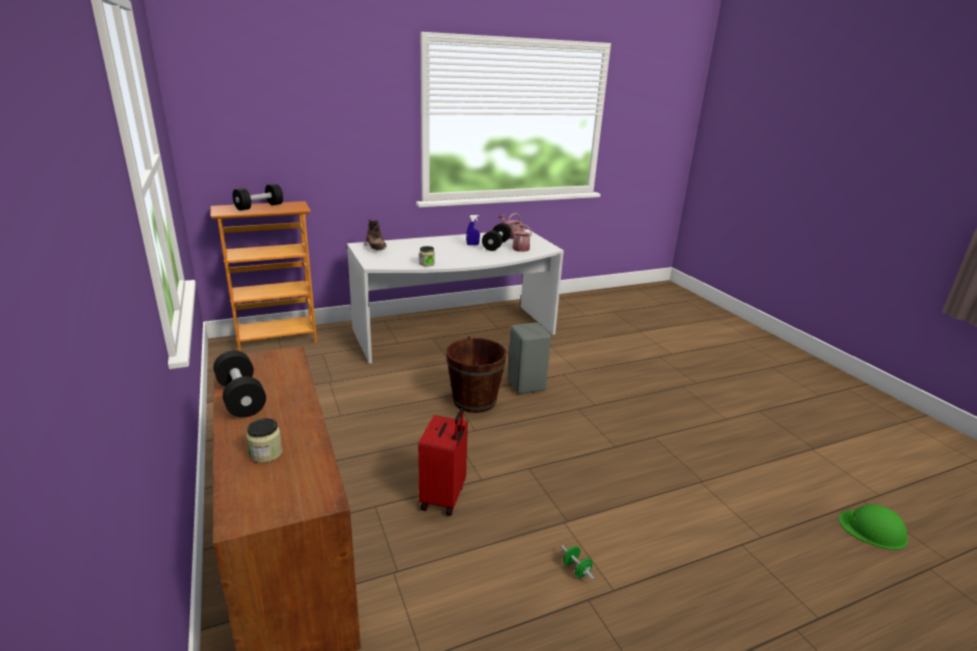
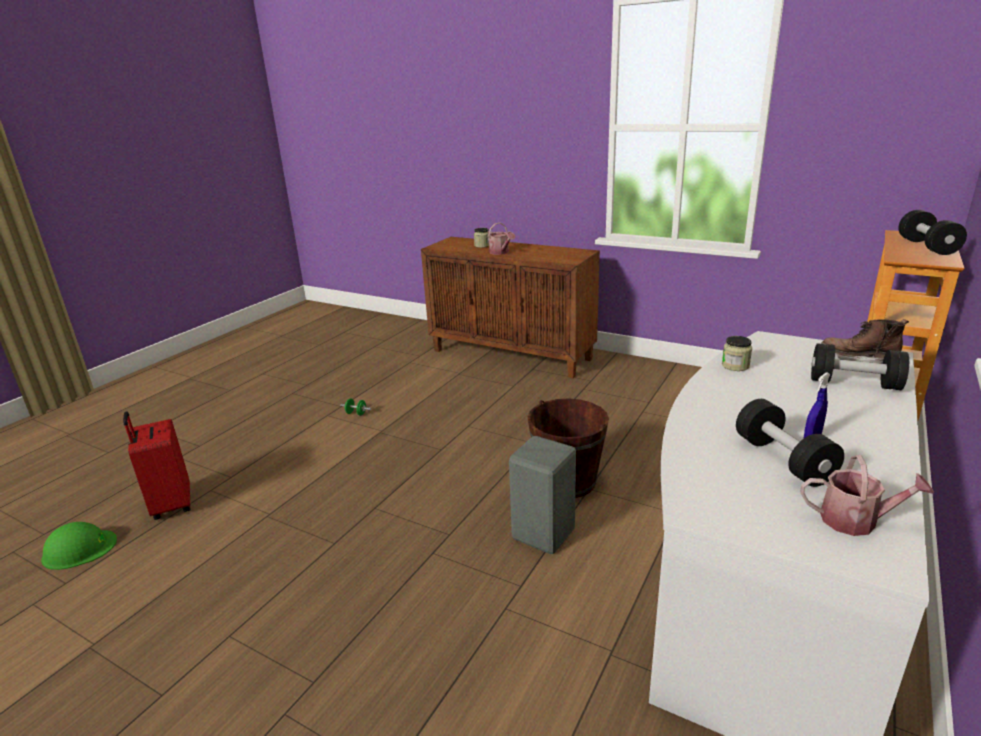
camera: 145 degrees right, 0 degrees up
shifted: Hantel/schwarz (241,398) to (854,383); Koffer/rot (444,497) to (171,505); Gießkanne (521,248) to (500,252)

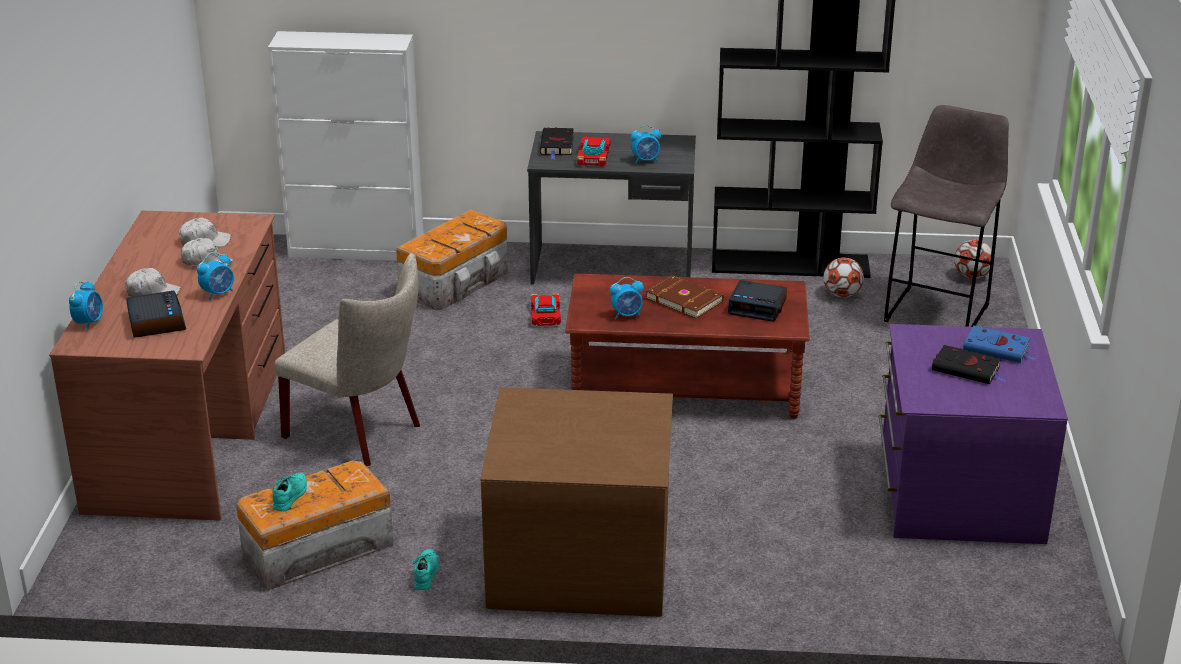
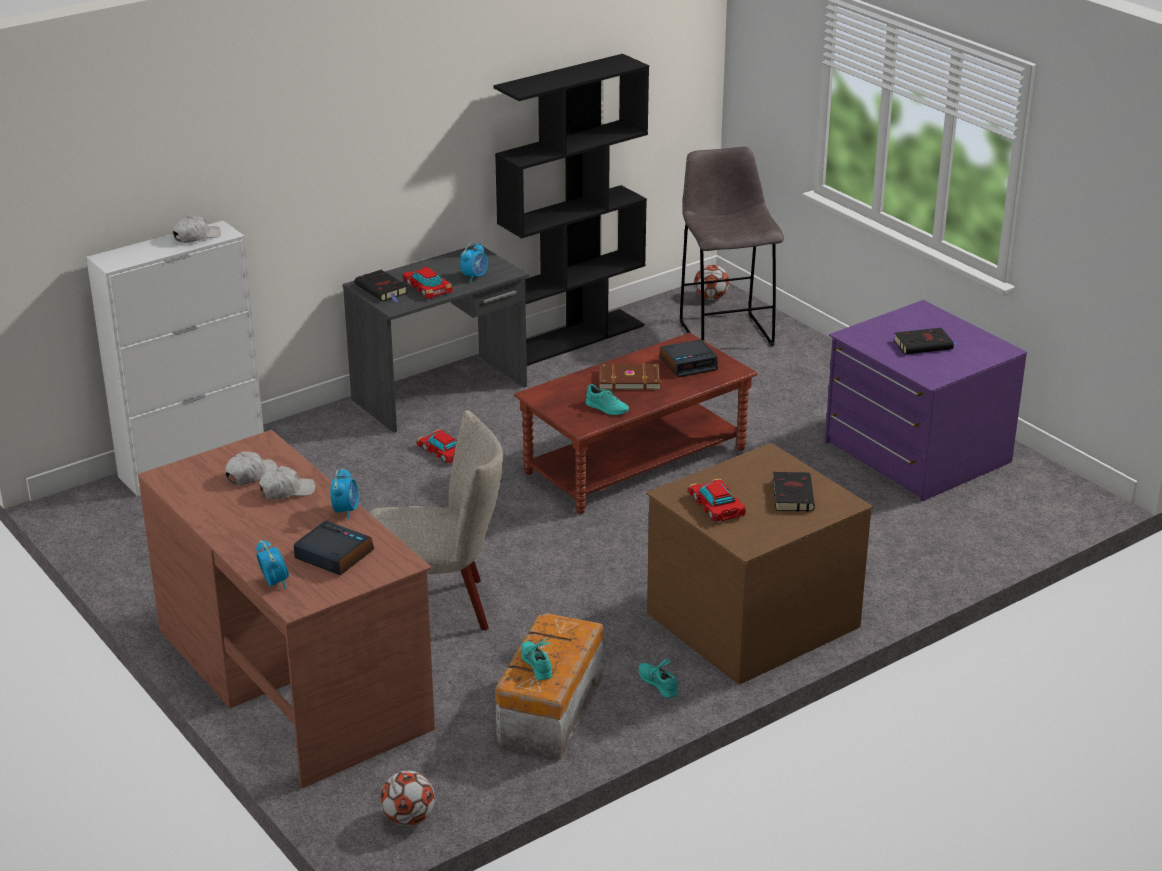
camera: 40 degrees left, 0 degrees up
gone: Aufbewahrungsbox (457,282); Buch/blau (998,349)
new: Spielzeugauto (716,506); Buch/schwarz (792,494)
shifted: Kappe/weiß (153,293) to (196,237); Fußball (842,295) to (409,818)
swapped: Wecker (627,315) to Schuh/türkis (607,408)

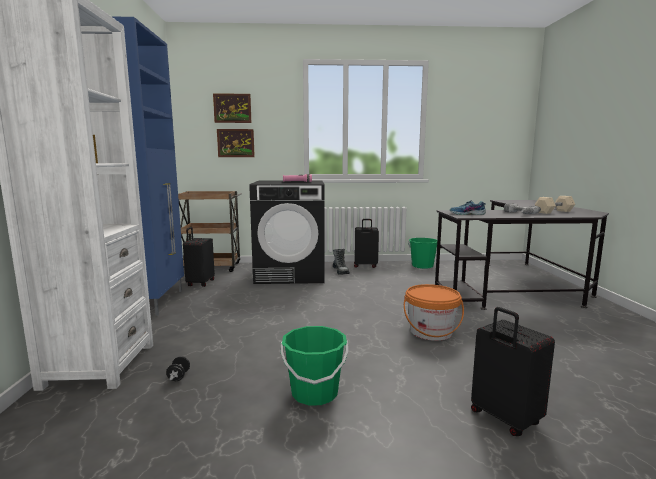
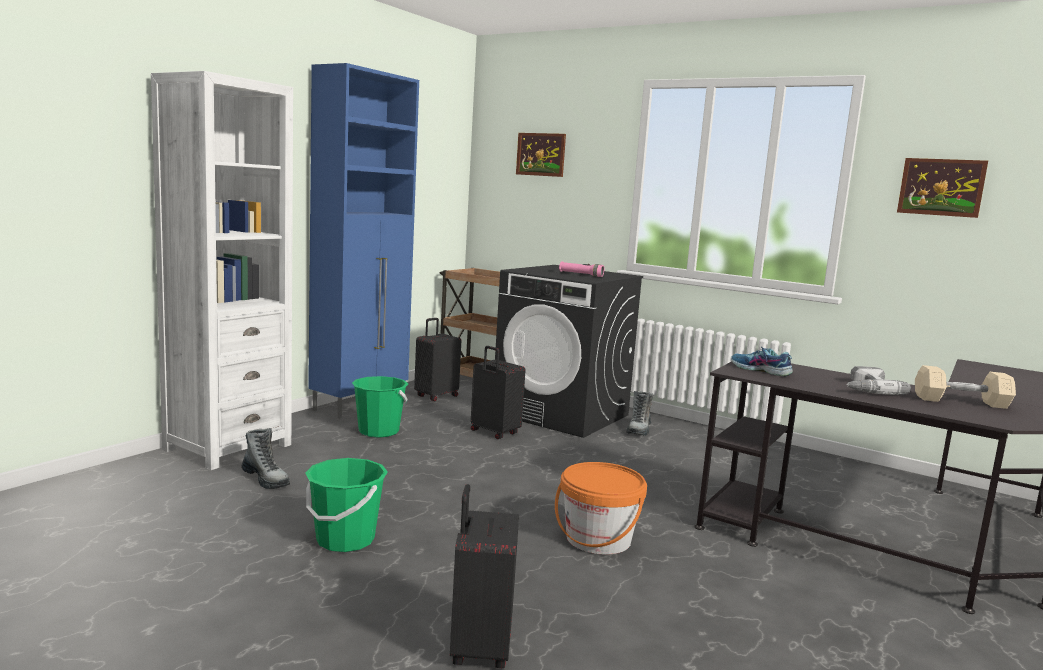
camera: 35 degrees right, 0 degrees up
shifted: Bild (235,143) to (941,187); Koffer/schwarz (365,266) to (494,433); Eimer/grün (422,266) to (379,431)
swapped: Hantel/schwarz (179,376) to Stiefel (266,479)

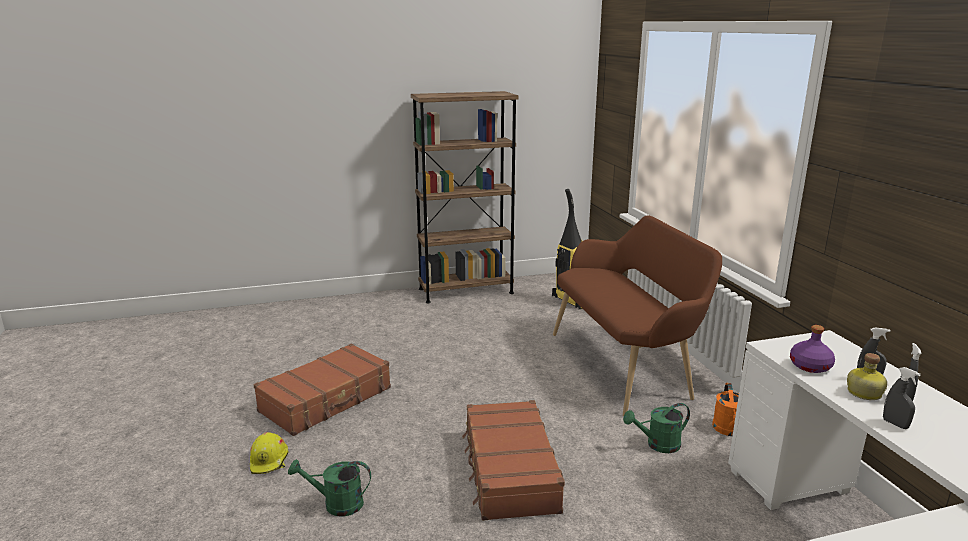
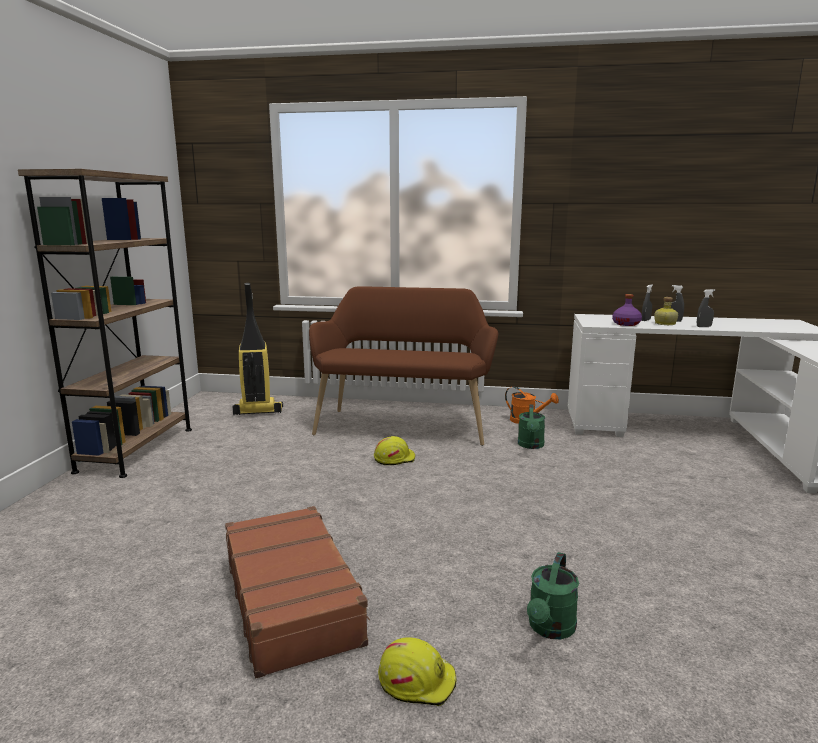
camera: 65 degrees left, 5 degrees down
gone: Koffer/braun (509,471)
new: Schutzhelm/gelb (394,458)

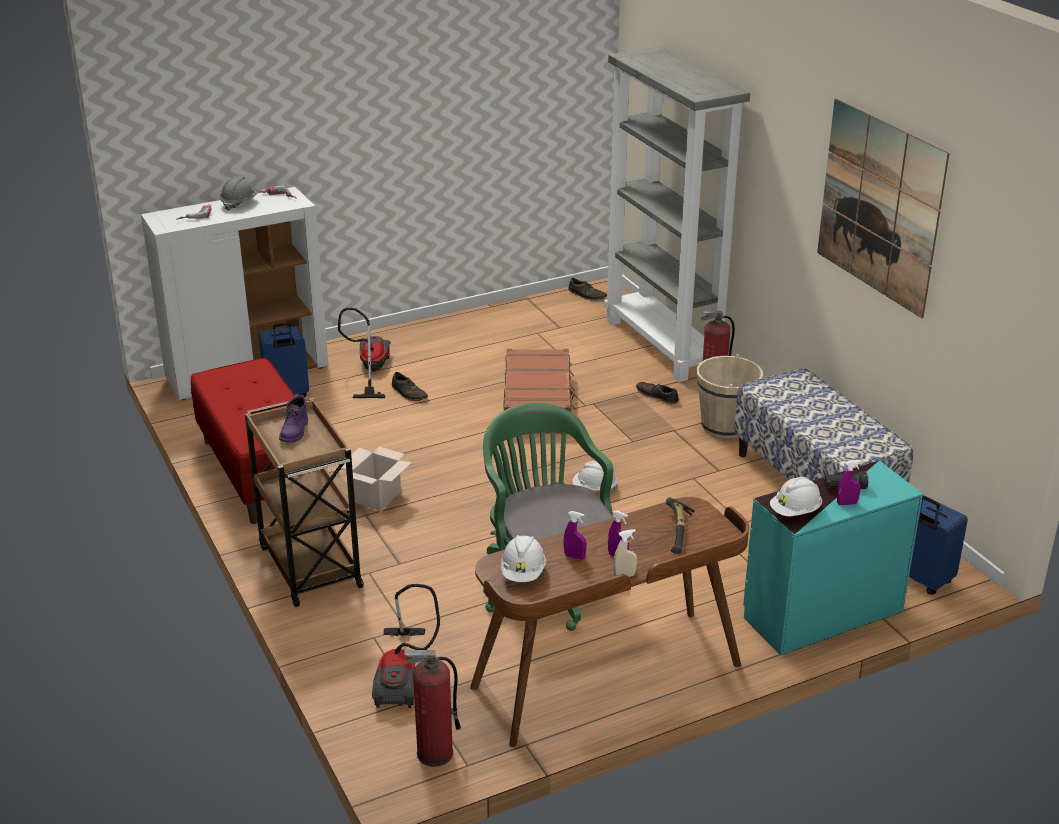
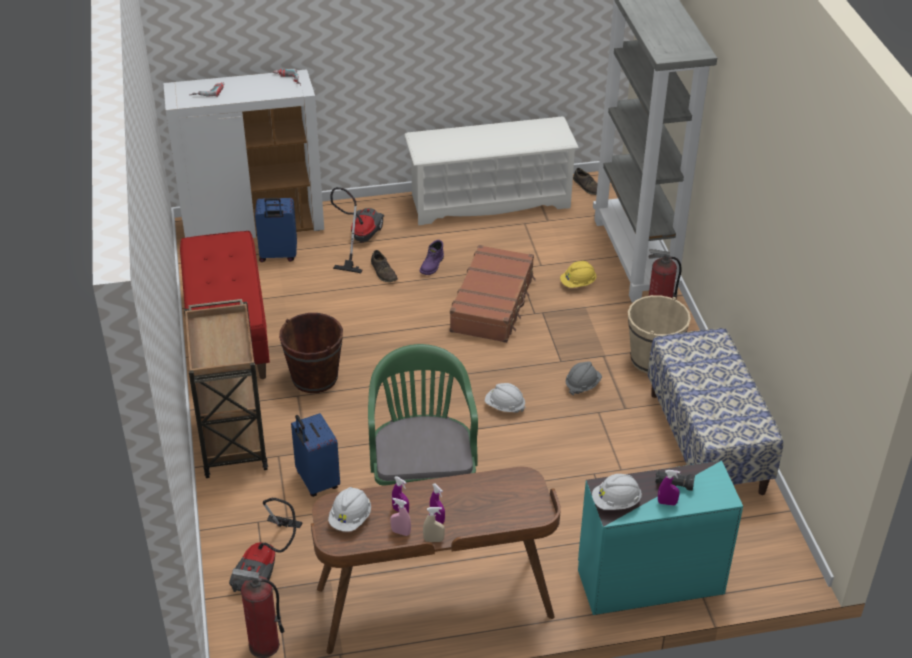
camera: 15 degrees right, 10 degrees up
gone: Schuh/braun (657,396); Hammer (679,532); Bild (880,206)
new: Sprühflasche/rosa (400,532); Schuhregal/weiß (489,201); Schutzhelm/gelb (578,283)
shifted: Schutzhelm/grau (239,204) to (582,385); Stiefel/lila (295,431) to (432,265); Koffer/blau (922,580) to (316,481)
swapped: Karton (377,496) to Eimer/braun (314,377)

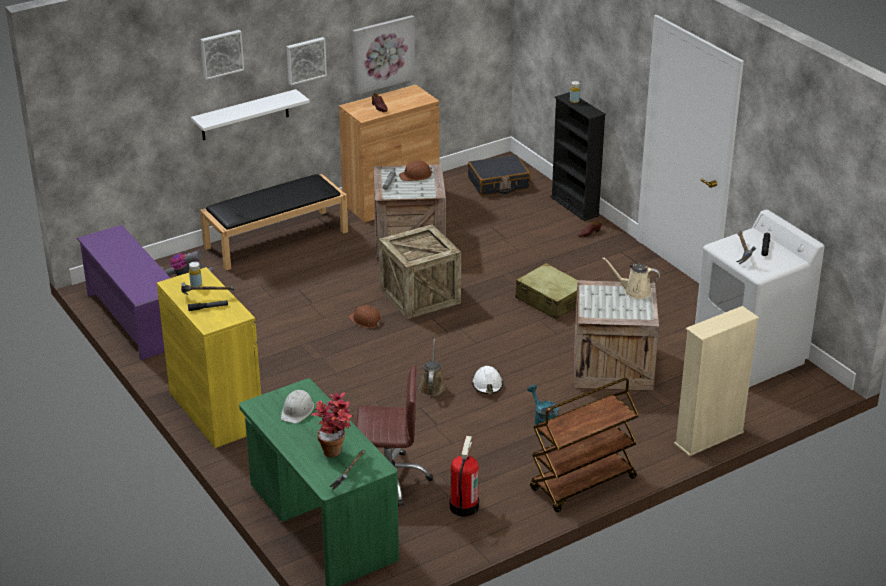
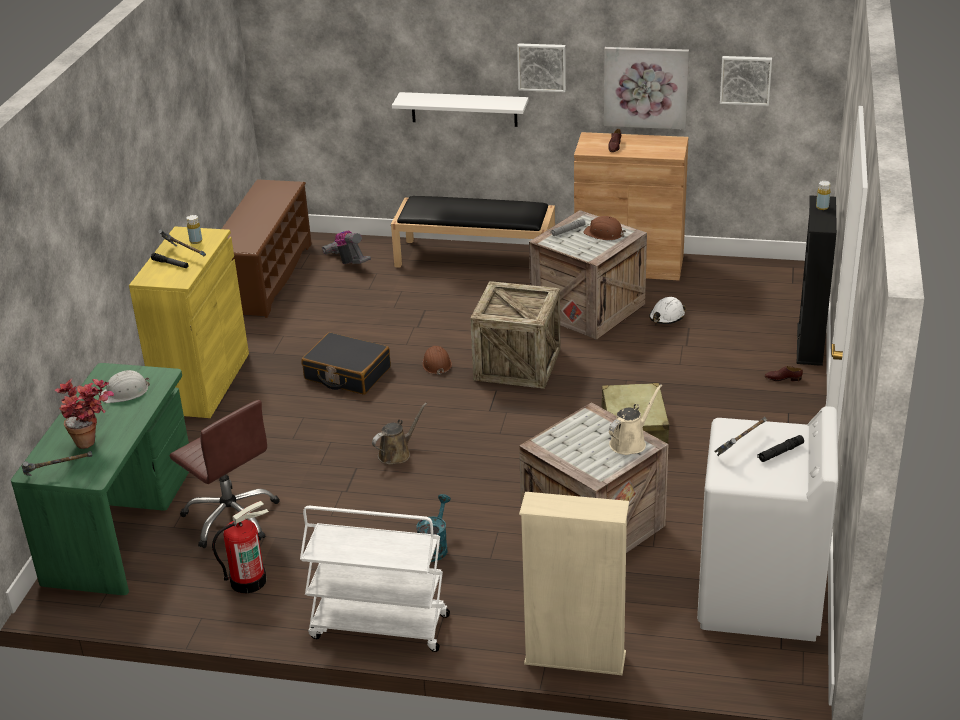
camera: 45 degrees right, 0 degrees up
shifted: Bild (221,53) to (745,79); Koffer/schwarz (498,183) to (347,374); Schutzhelm/weiß (487,385) to (666,317)
repainted: Schuhregal/lila (135,319) to Schuhregal/braun (266,277); Rollwagen/braun (583,484) to Rollwagen/weiß (378,627)
rotated: Gießkanne/beige (634,291) = (630,442) 75 degrees clockwise

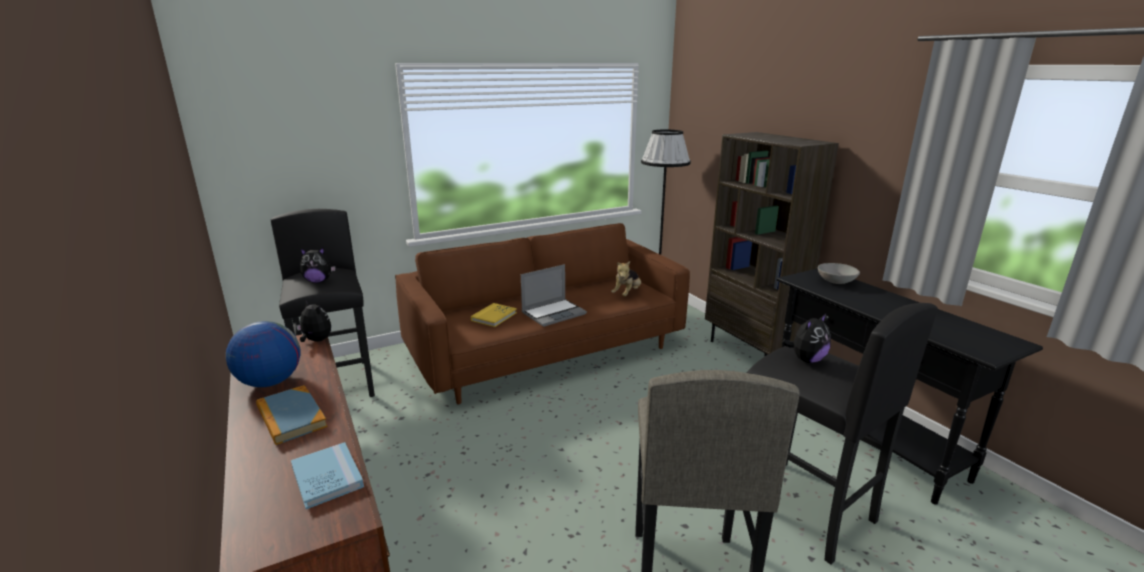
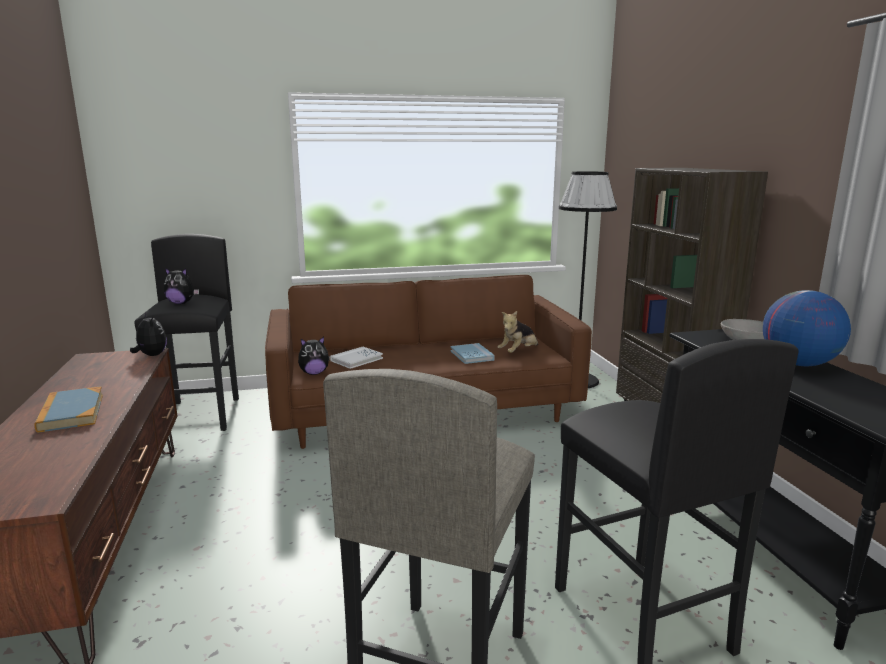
camera: 15 degrees right, 5 degrees down
gone: Laptop (554,313)
shifted: Globus (270,382) to (798,364); Buch/blau (327,477) to (471,355); Plüschtier (806,359) to (314,373)
repainted: Buch/gelb (494,317) to Buch/weiß (356,359)

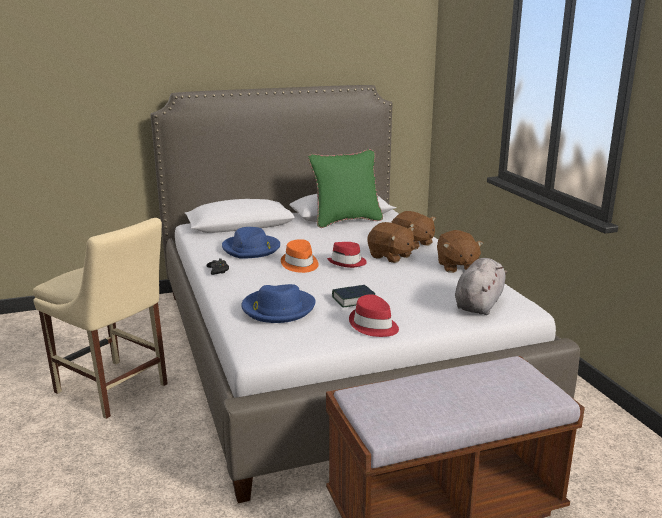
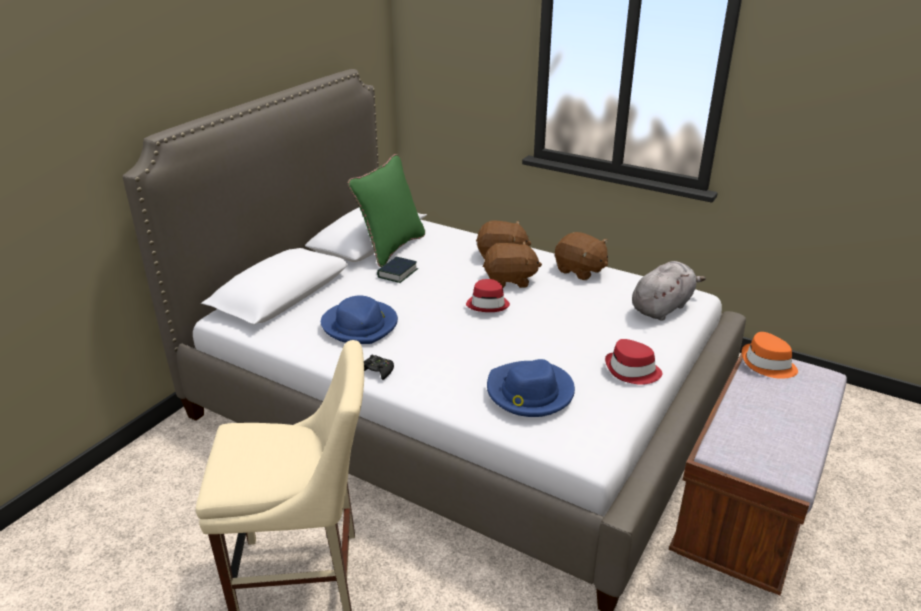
camera: 40 degrees left, 10 degrees up
shifted: Hut/orange (299,264) to (767,364); Buch (353,300) to (397,273)
rotated: Plüschtier/grau (479,304) = (662,307) 60 degrees clockwise

